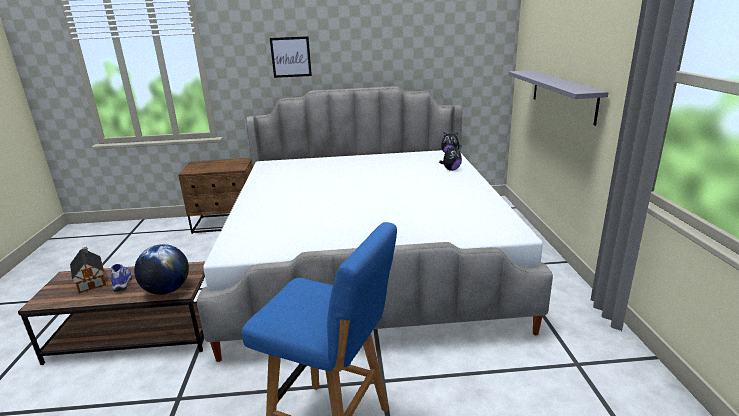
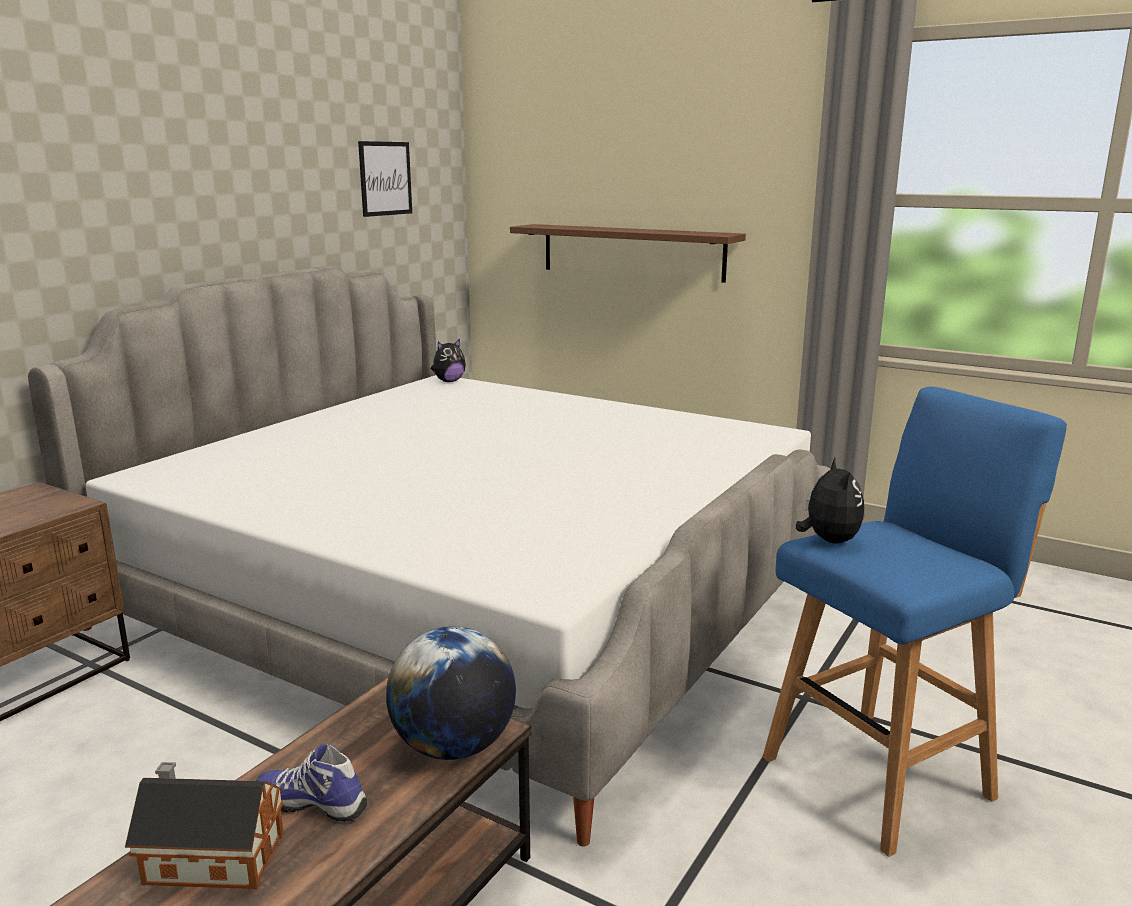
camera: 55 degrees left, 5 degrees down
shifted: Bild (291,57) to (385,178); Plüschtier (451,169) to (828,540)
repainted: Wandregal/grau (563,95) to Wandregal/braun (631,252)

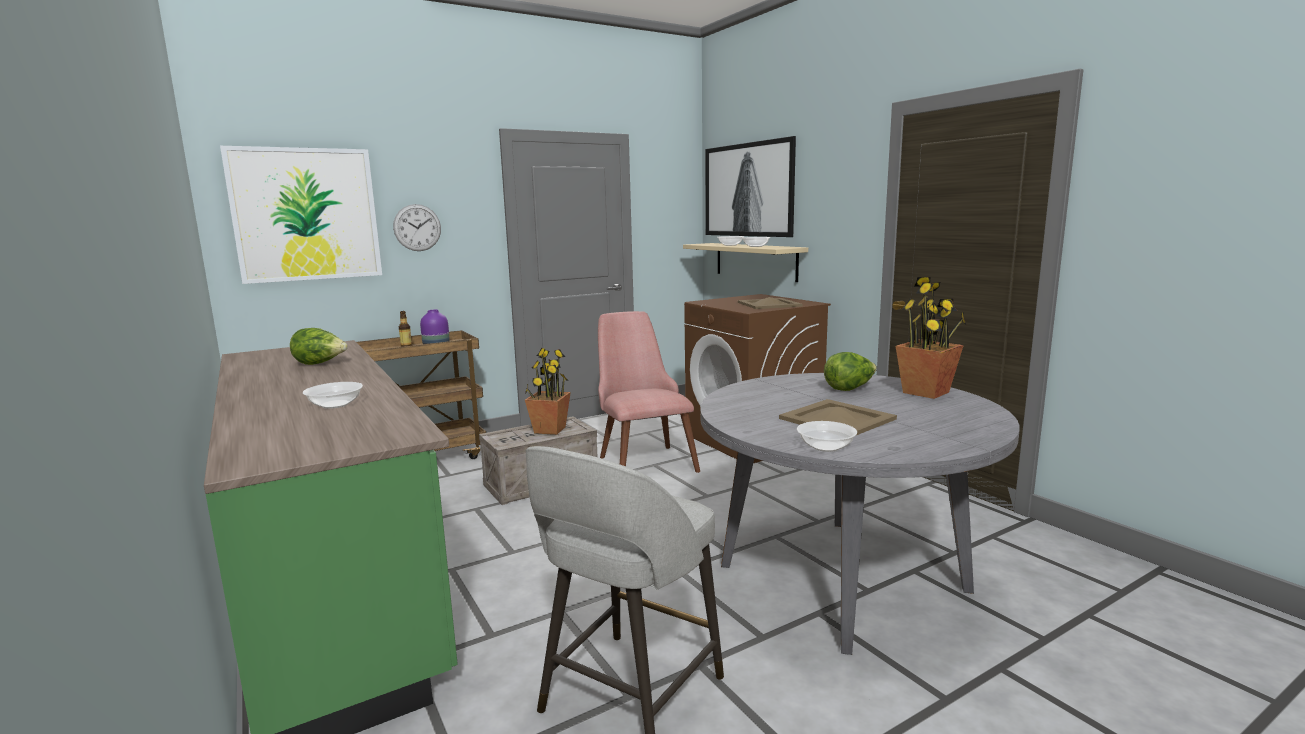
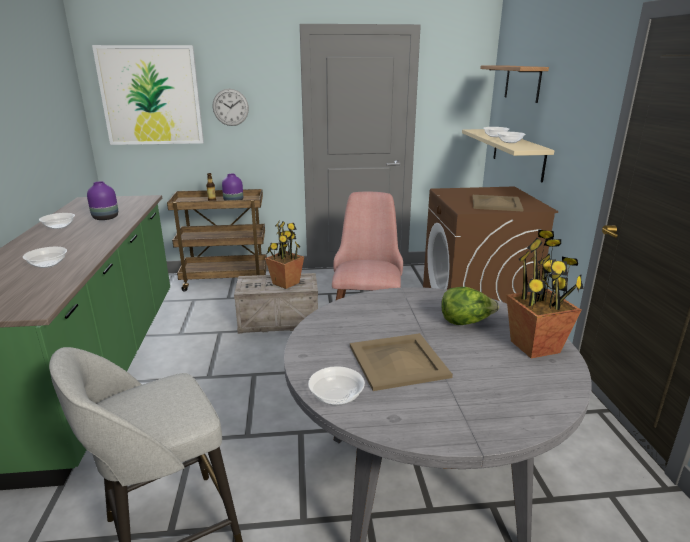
camera: 25 degrees right, 10 degrees up
new: Schüssel (59,226)
swapped: Salatkopf (320,364) to Vase/lila (106,218); Bild (749,190) to Wandregal (522,83)

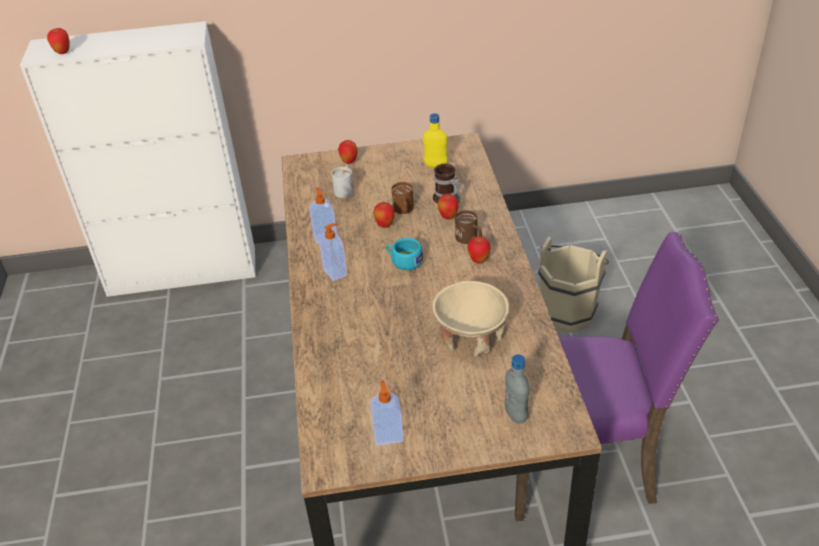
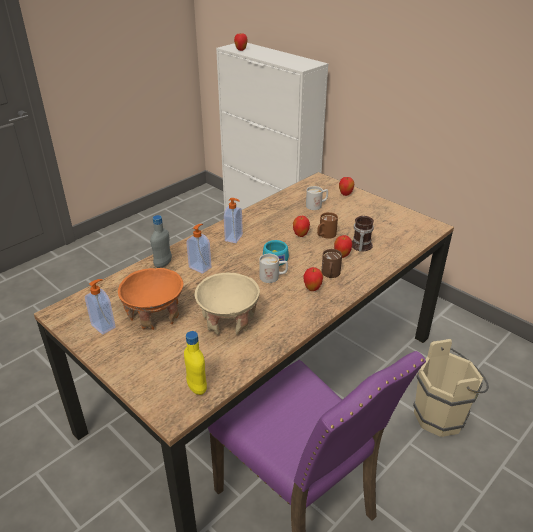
camera: 50 degrees right, 5 degrees down
new: Schüssel/orange (155,314); Henkelbecher/weiß (273,277)
shifted: Seifenspender (325,236) to (200,267); Flasche/gelb (436,166) to (197,387); Flasche/grau (516,414) to (163,264)

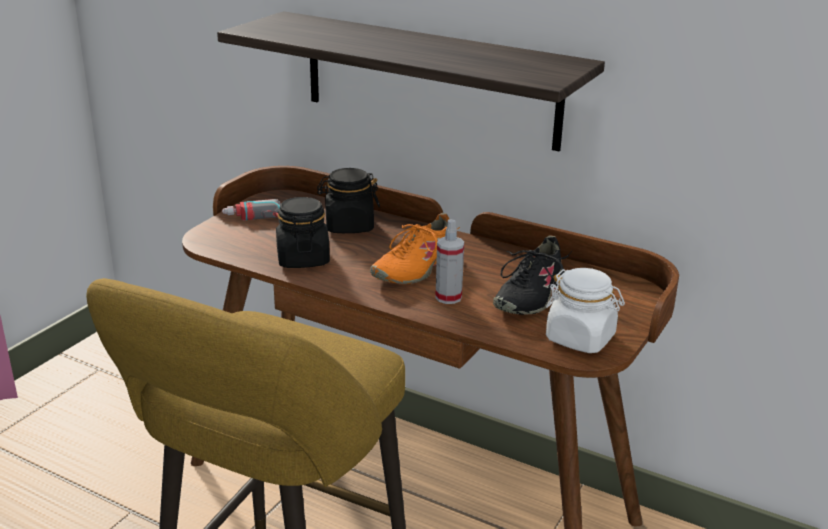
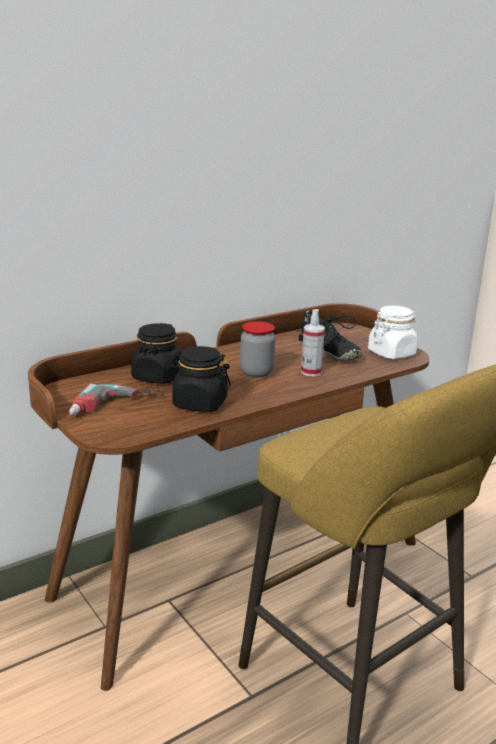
camera: 65 degrees left, 5 degrees down
gone: Wandregal (429,79)
swapped: Schuh/orange (414,268) to Vorratsglas (256,372)

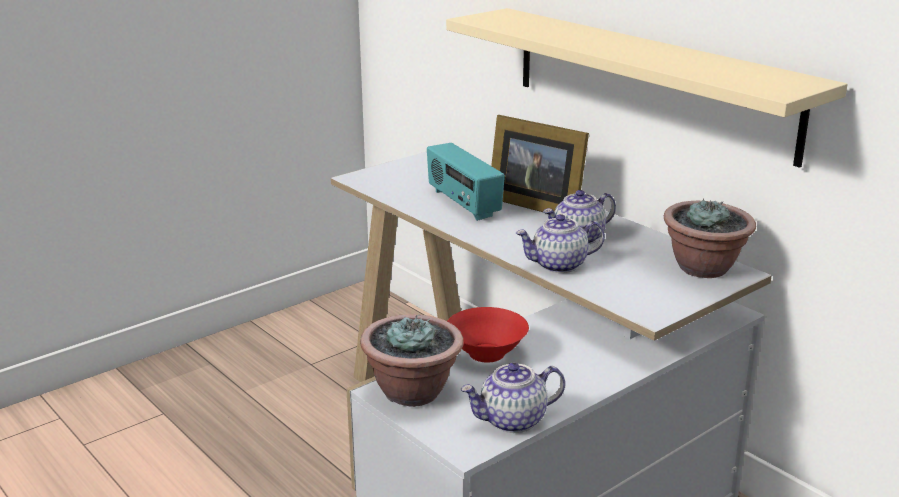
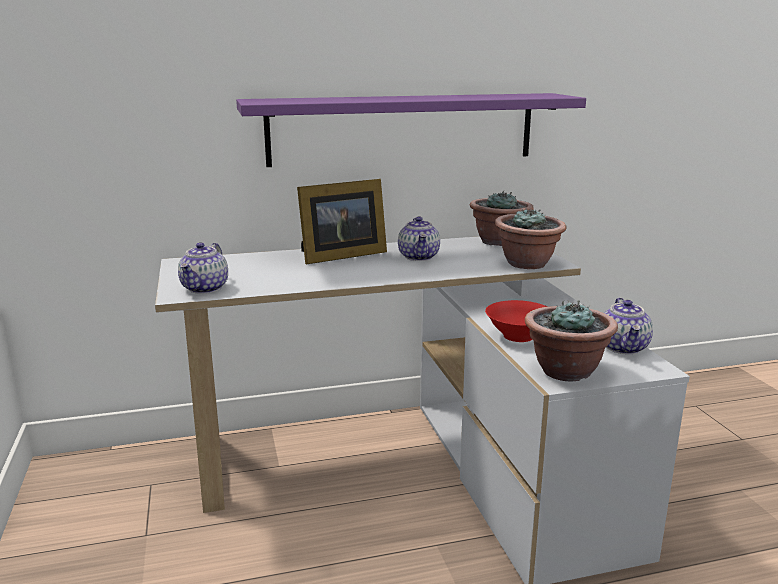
camera: 65 degrees left, 5 degrees down
gone: Radio (463,204)
new: Topfpflanze (527,264)
shifted: Teekanne (558,265) to (205,288)
repainted: Wandregal/beige (649,81) to Wandregal/lila (403,129)

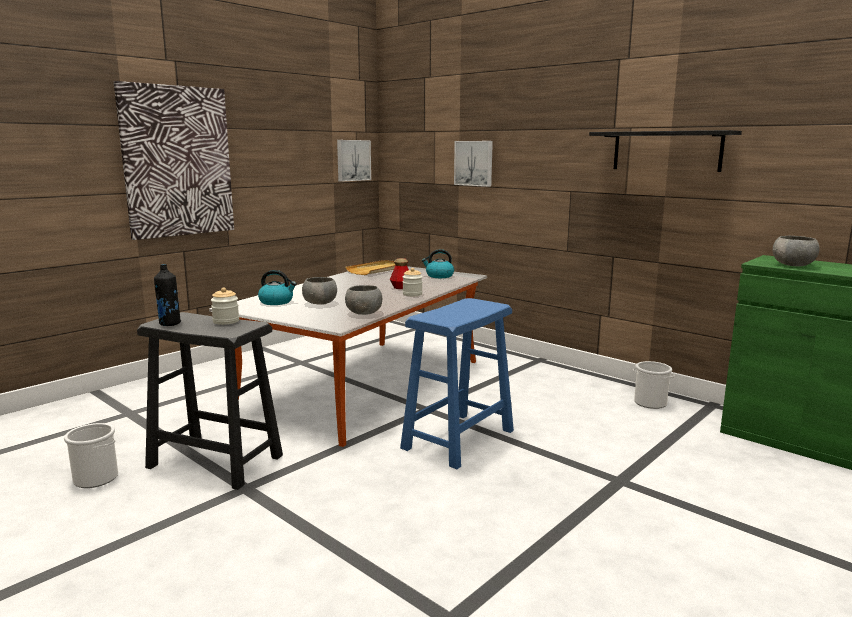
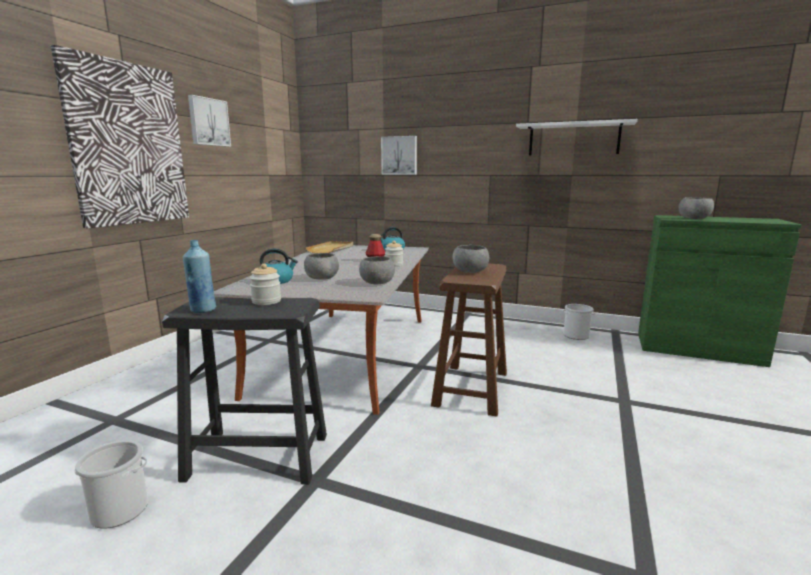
camera: 20 degrees left, 0 degrees up
new: Schüssel/grau (470,271)
shifted: Bild (353,160) to (208,122)
repainted: Flasche/schwarz (169,324) to Flasche/blau (203,310); Hocker/blau (458,439) to Hocker/braun (471,389); Wandregal/schwarz (666,151) to Wandregal/weiß (573,139)

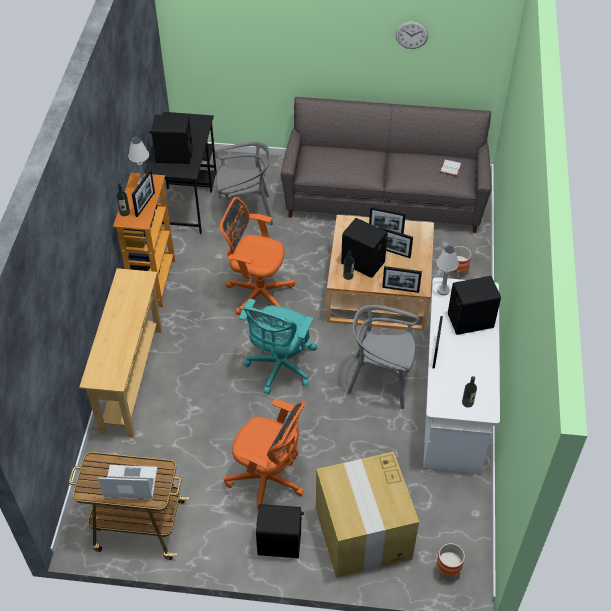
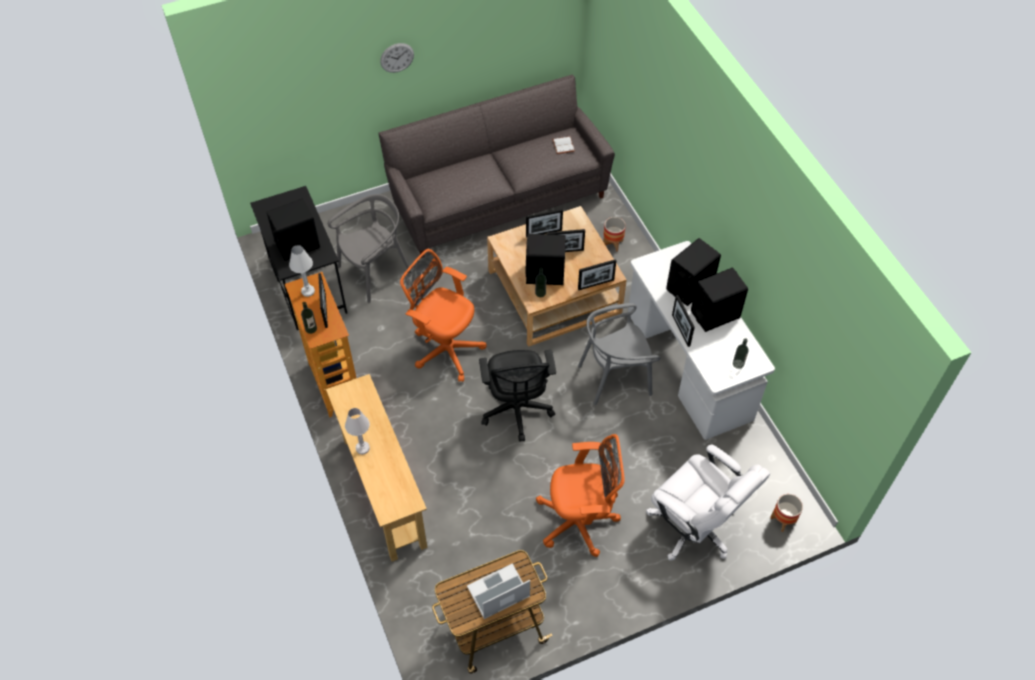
camera: 30 degrees left, 5 degrees up
shifted: Lautsprecher/schwarz (280,543) to (715,314); Wanduhr (411,35) to (397,57); Tischlampe/weiß (443,290) to (362,448)
swapped: Karton (363,534) to Bürostuhl/weiß (694,526)
repainted: Bürostuhl/türkis (279,367) to Bürostuhl/schwarz (516,410)
rotated: Bürostuhl/orange (257,293) = (445,348) 45 degrees clockwise

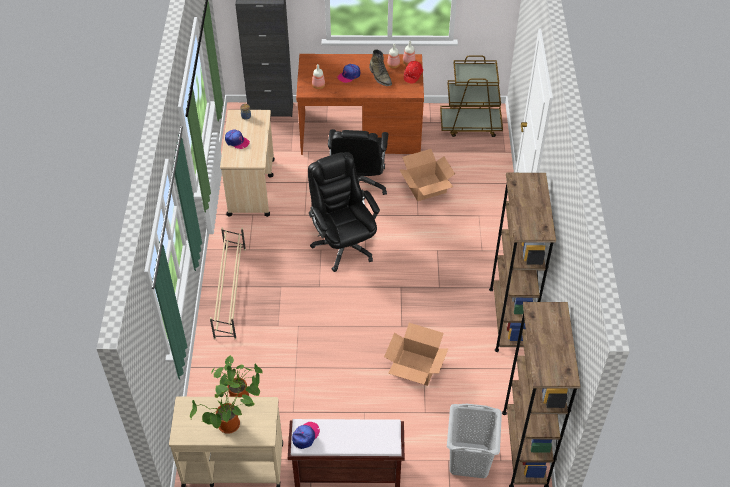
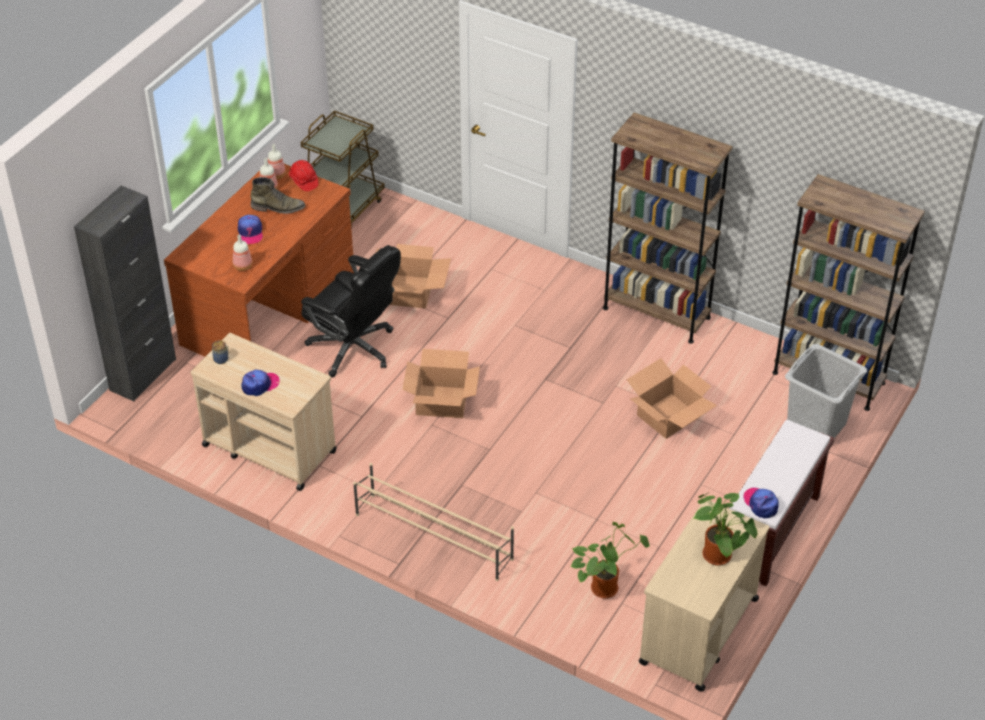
camera: 60 degrees left, 5 degrees down
swapped: Bürostuhl/schwarz (343,245) to Karton (441,401)

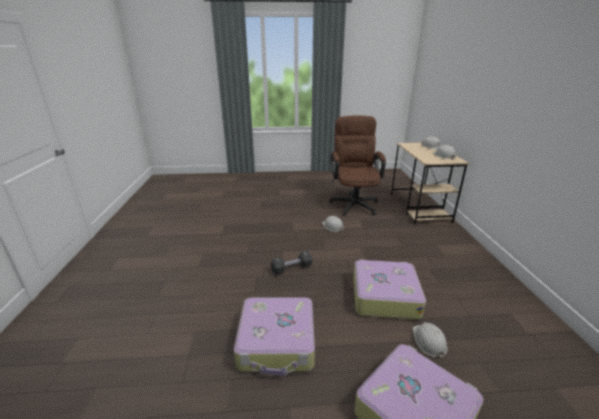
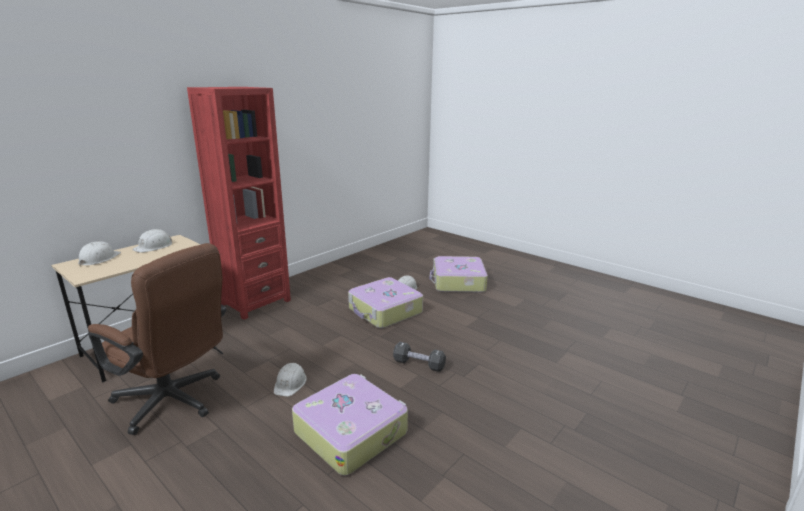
camera: 135 degrees left, 5 degrees down
new: Bücherregal/rot (255,302)
shifted: Koffer (277,342) to (351,431)
rotated: Bürostuhl/braun (354,203) = (175,402) 105 degrees counterclockwise

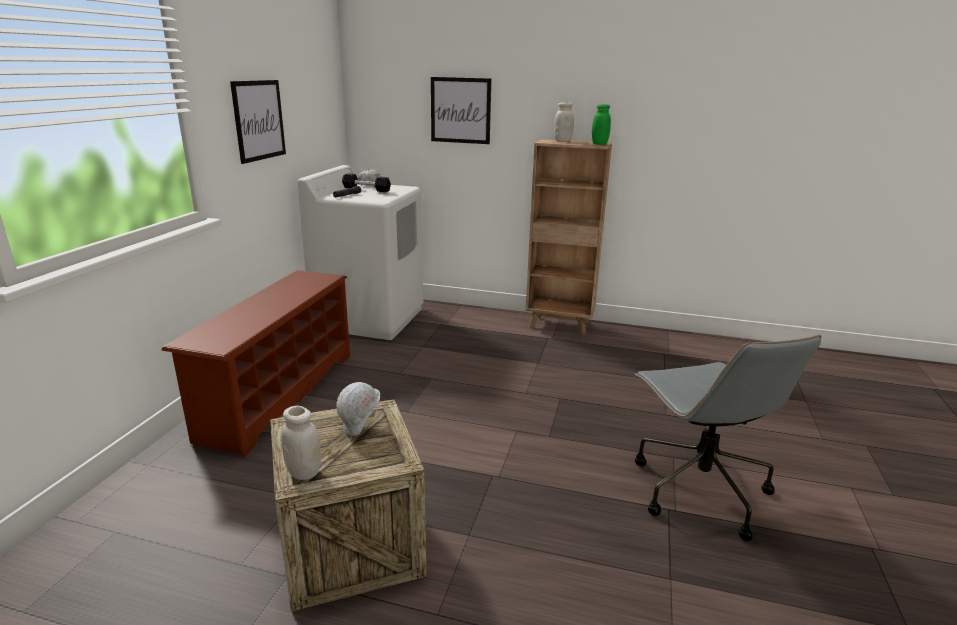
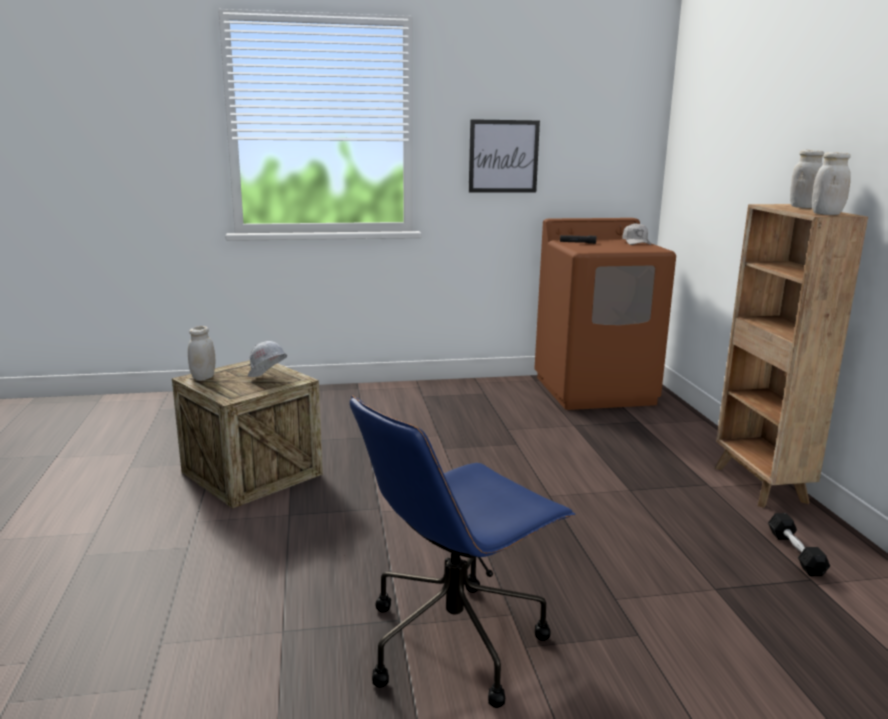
camera: 65 degrees right, 5 degrees down
gone: Schuhregal/braun (278,394); Bild (460,110)
shifted: Hantel/schwarz (366,189) to (795,553)
repainted: Waschmaschine/weiß (370,318) to Waschmaschine/braun (595,390); Vorratsglas/grün (599,144) to Vorratsglas/weiß (826,214); Bürostuhl/grau (698,489) to Bürostuhl/blau (456,640)

